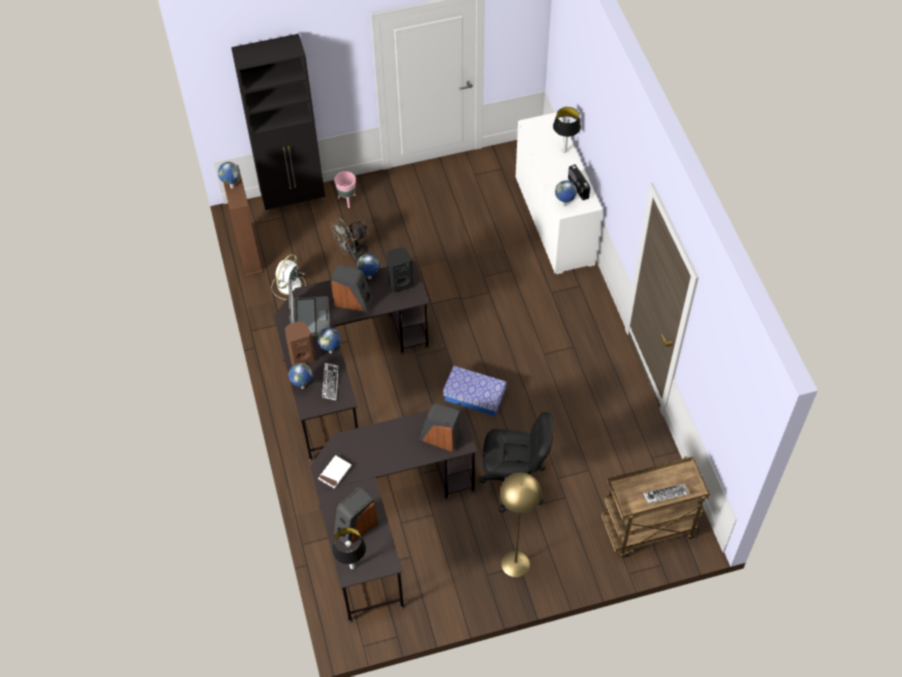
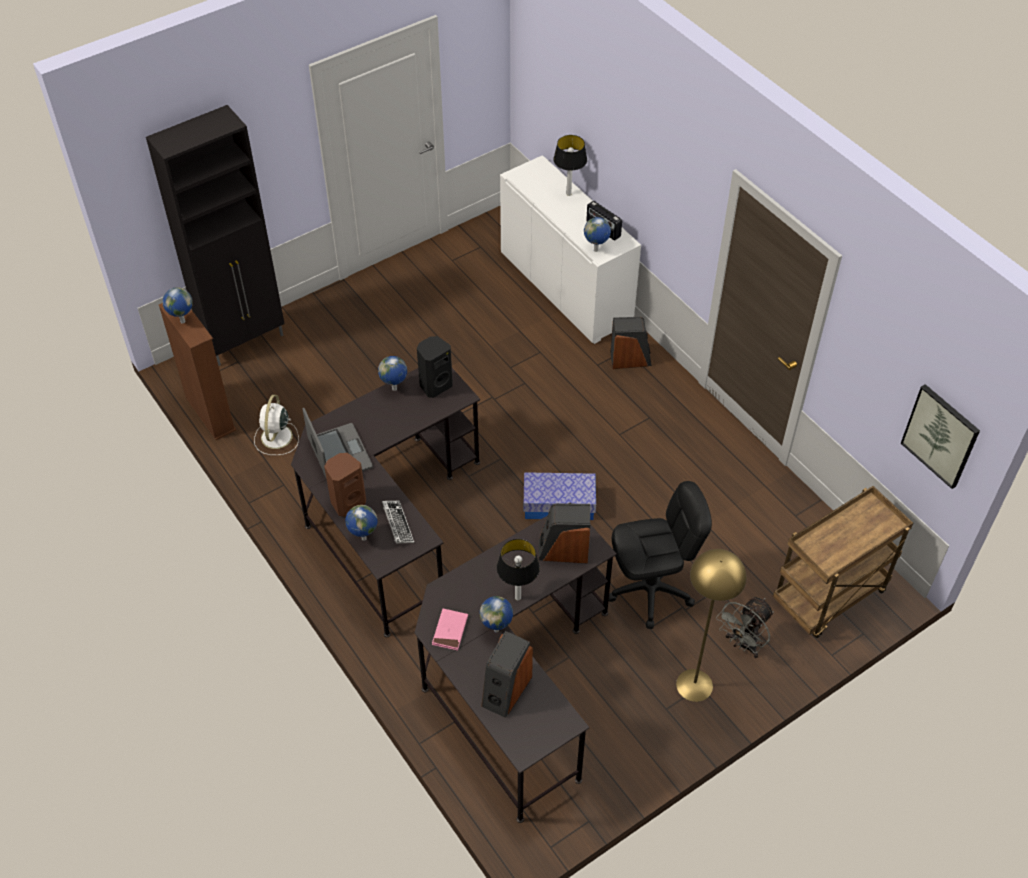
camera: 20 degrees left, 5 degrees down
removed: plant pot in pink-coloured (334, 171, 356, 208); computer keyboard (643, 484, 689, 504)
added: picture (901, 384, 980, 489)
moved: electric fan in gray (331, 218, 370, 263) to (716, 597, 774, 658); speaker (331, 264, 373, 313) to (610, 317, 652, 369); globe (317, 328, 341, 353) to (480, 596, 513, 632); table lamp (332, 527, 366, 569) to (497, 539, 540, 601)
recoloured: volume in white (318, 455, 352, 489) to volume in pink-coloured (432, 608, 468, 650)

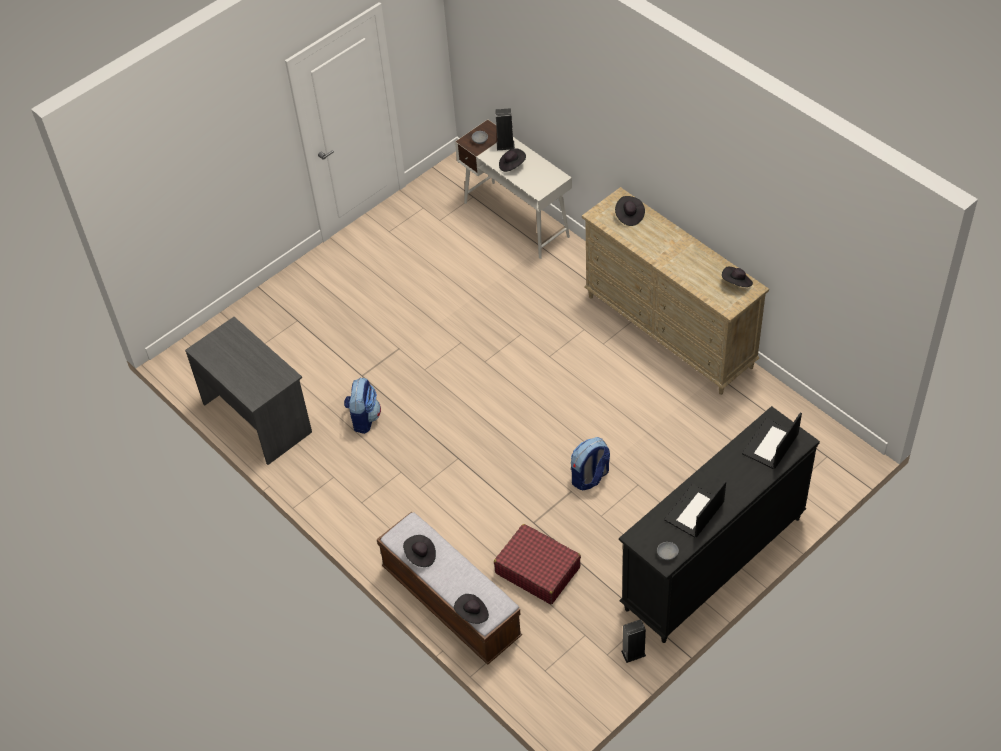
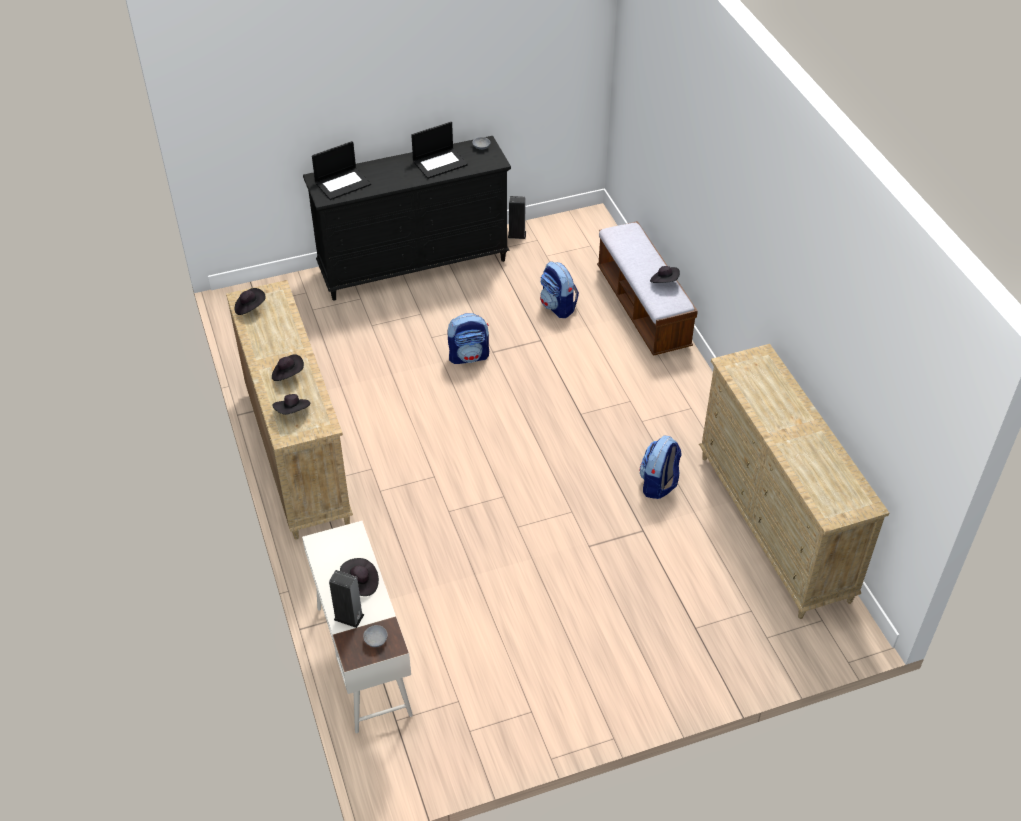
camera: 160 degrees left, 5 degrees down
moved: wearable hat in blackish (454, 594, 489, 624) to (272, 354, 304, 381)
replaced: desk in gray (185, 317, 312, 465) to dresser in beige (699, 344, 889, 619); piece of luggage in red (494, 524, 581, 604) to knapsack (540, 261, 579, 318)

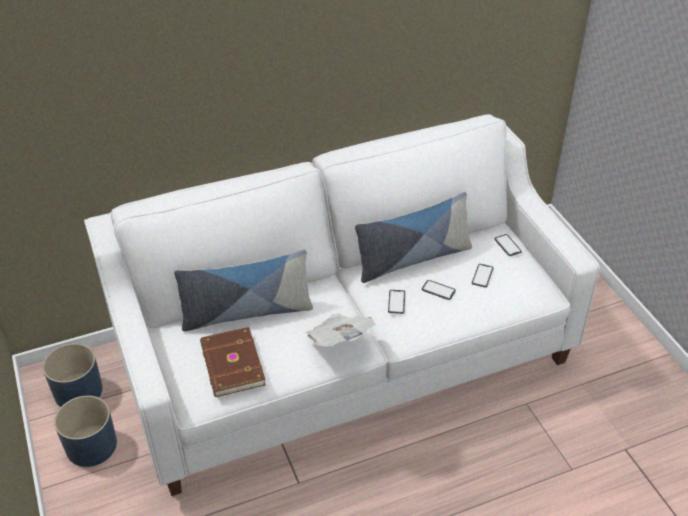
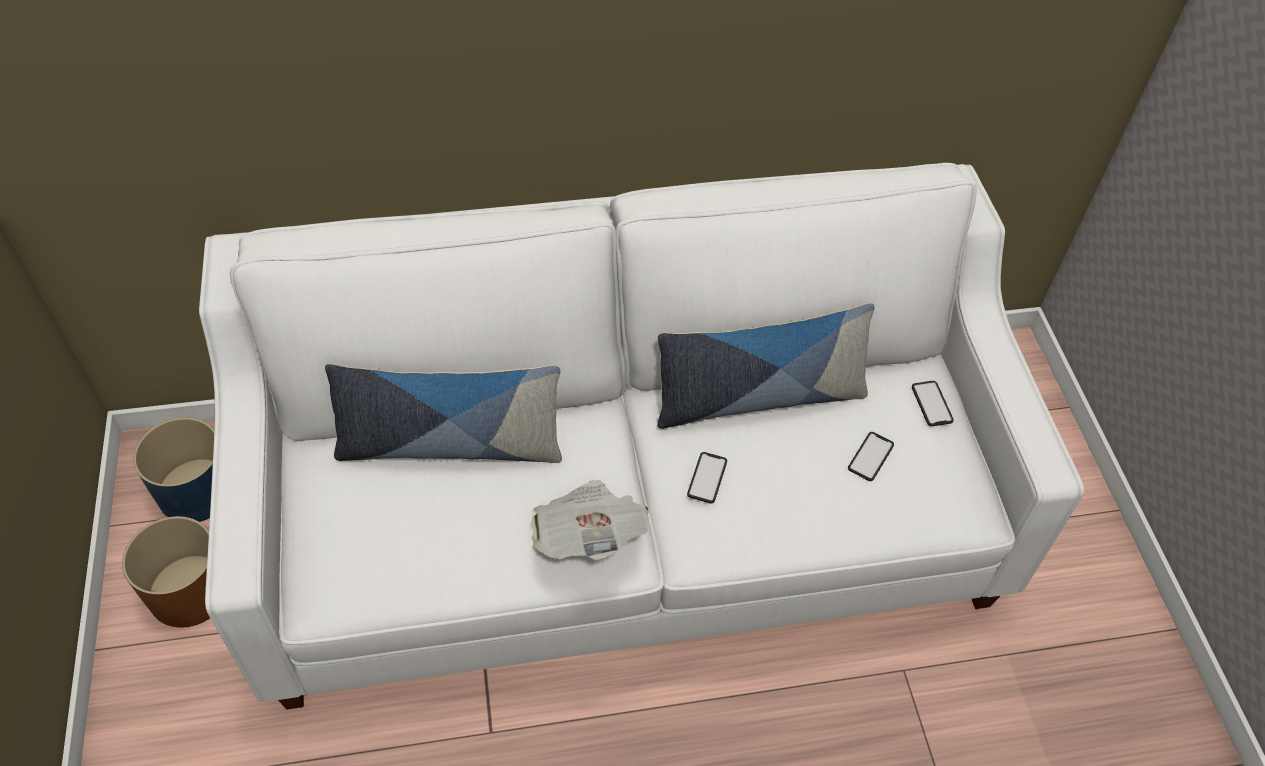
camera: 10 degrees right, 10 degrees up
removed: handset (422, 280, 456, 300); volume in brownish (200, 327, 266, 397)
recoloured: plant pot in blue (54, 396, 117, 467) to plant pot in brownish (122, 516, 210, 627)

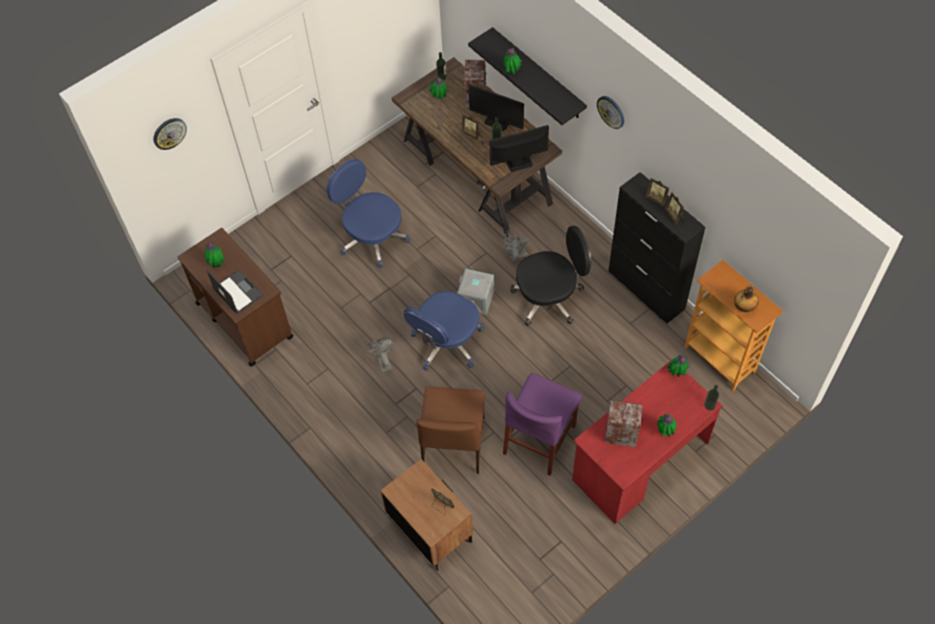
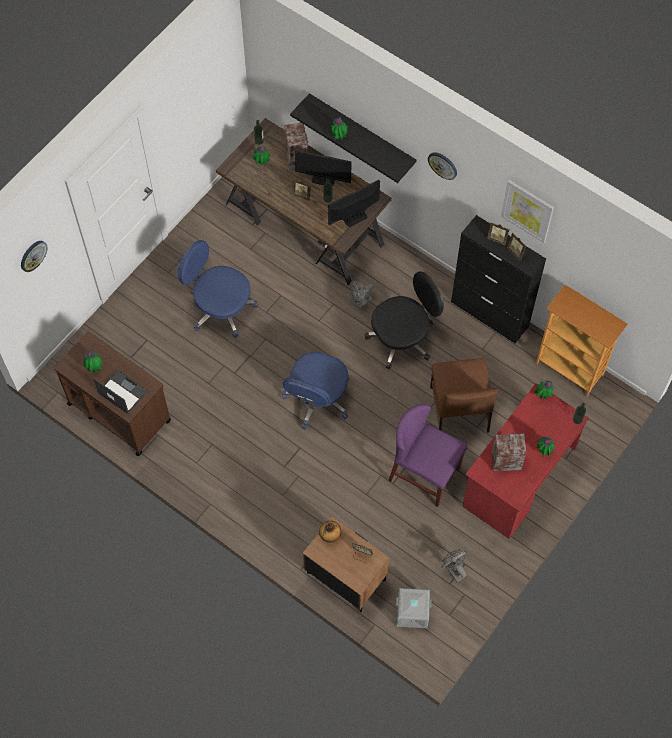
camera: 15 degrees left, 5 degrees up
added: picture (501, 180, 554, 243)
moved: storage container in gray (457, 269, 494, 315) to (396, 588, 432, 628); bottle (734, 286, 759, 312) to (319, 521, 341, 543); electric fan in gray (365, 337, 395, 373) to (441, 549, 467, 582); plain chair in brownish (416, 386, 485, 474) to (430, 358, 498, 433)
turned: plain chair in purple (503, 373, 582, 476) = (388, 404, 467, 507) 105 degrees clockwise

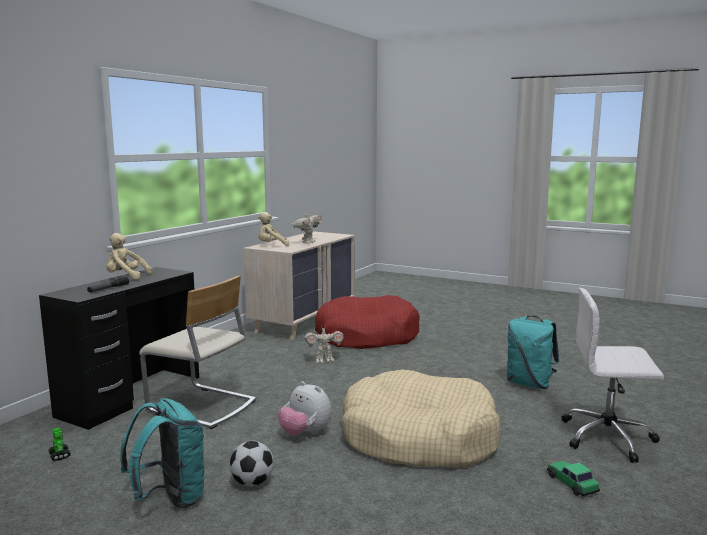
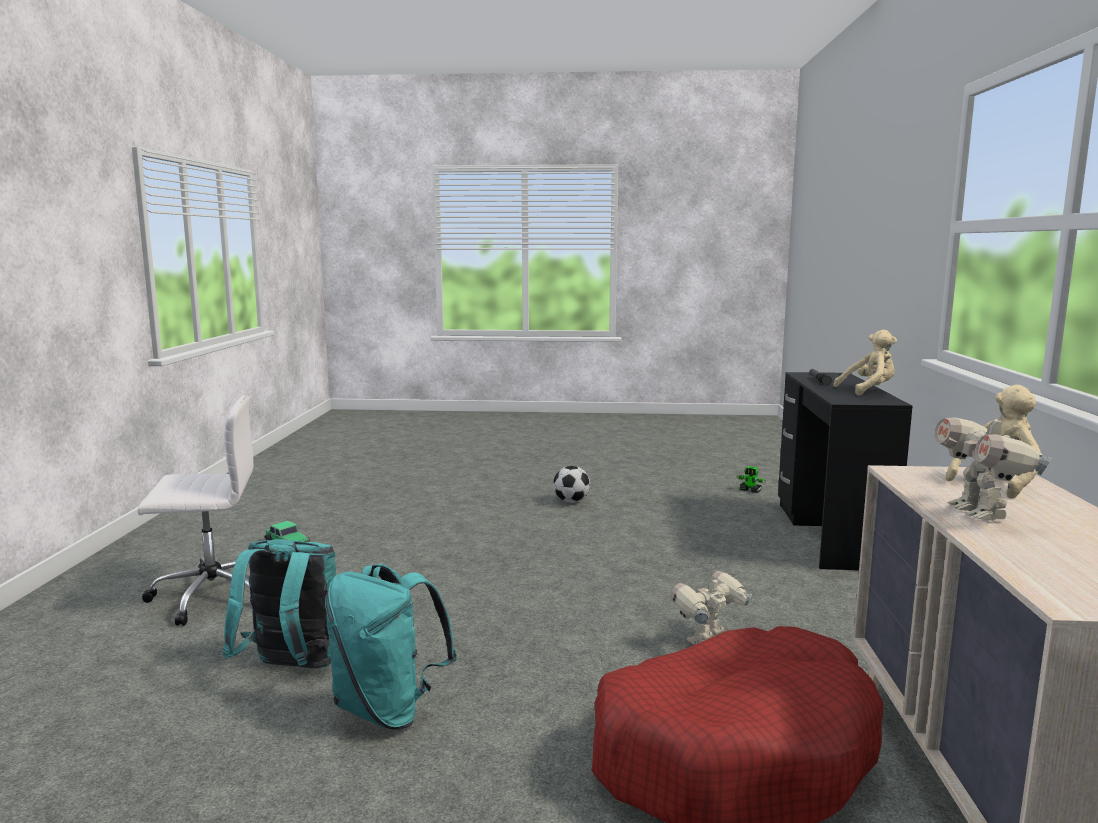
camera: 155 degrees right, 0 degrees up
removed: plain chair in beige (139, 276, 256, 429); dog bed in beige (342, 370, 500, 468); soft toy (278, 381, 332, 436)
moved: knapsack in blue-green (120, 398, 206, 509) to (325, 564, 457, 730)

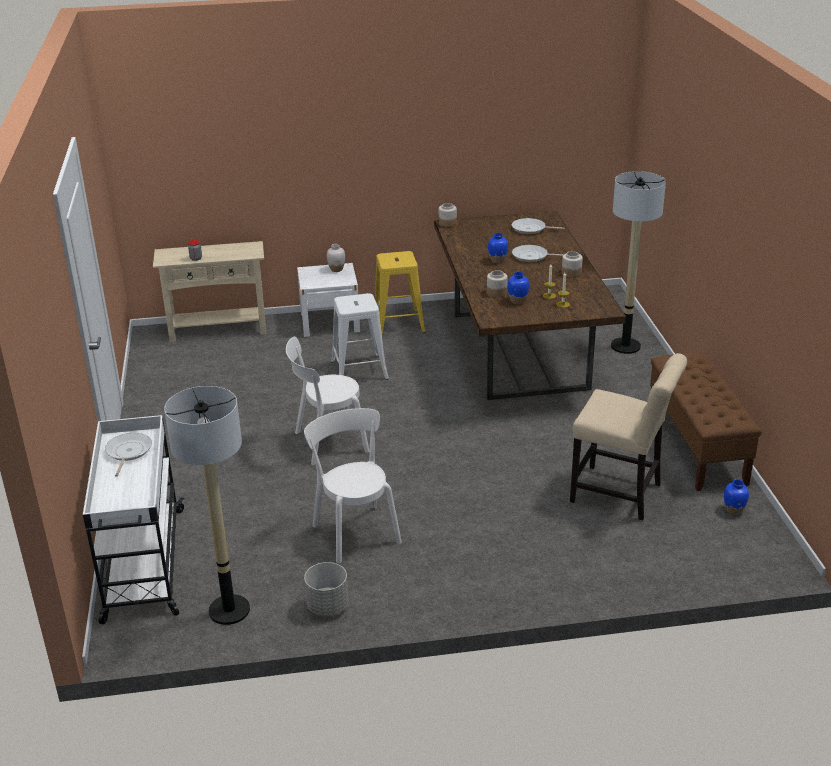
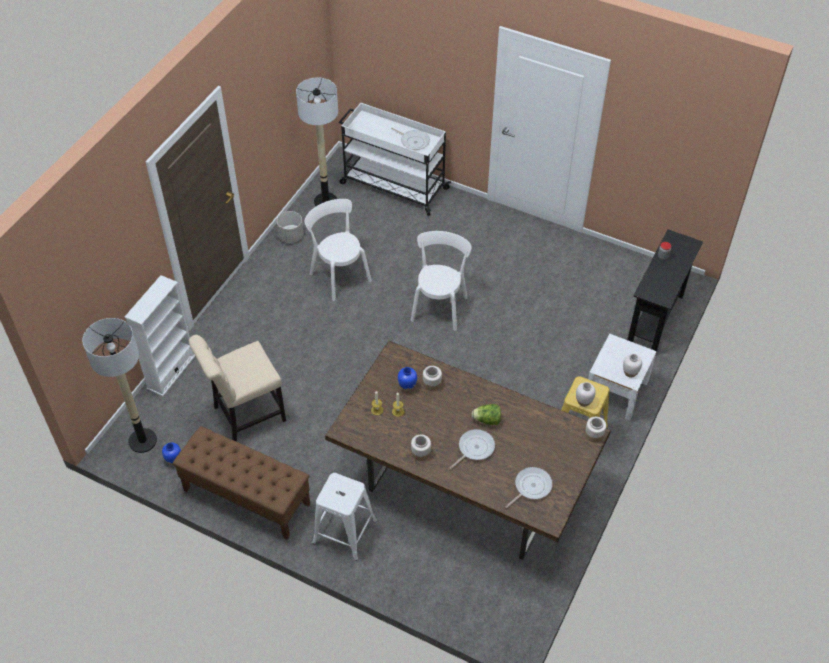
camera: 125 degrees right, 20 degrees up
added: bookshelf in white (125, 275, 195, 396); decorative vase in white (576, 382, 596, 407)
moved: standard lamp (611, 171, 666, 354) to (82, 318, 157, 453); stool seat in white (331, 293, 389, 380) to (312, 473, 377, 561)
replaced: decorative vase in blue (488, 233, 508, 264) to head of lettuce (472, 404, 501, 425)
recoloured: narrow table in beige (153, 241, 266, 343) to narrow table in blackish (627, 229, 703, 351)
turned: plain chair in white (304, 408, 402, 563) = (305, 199, 372, 301) 135 degrees counterclockwise

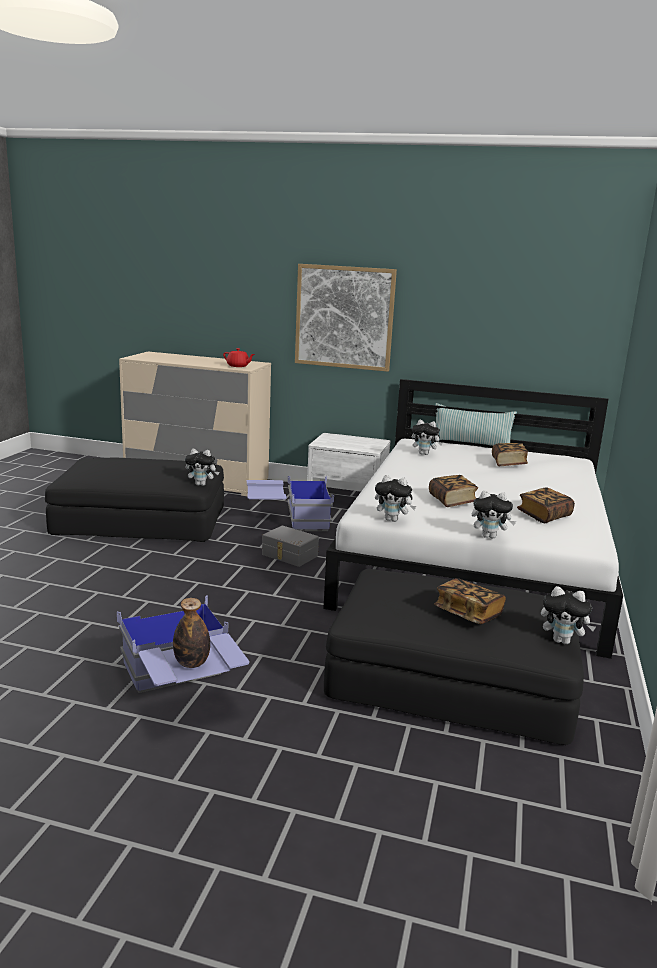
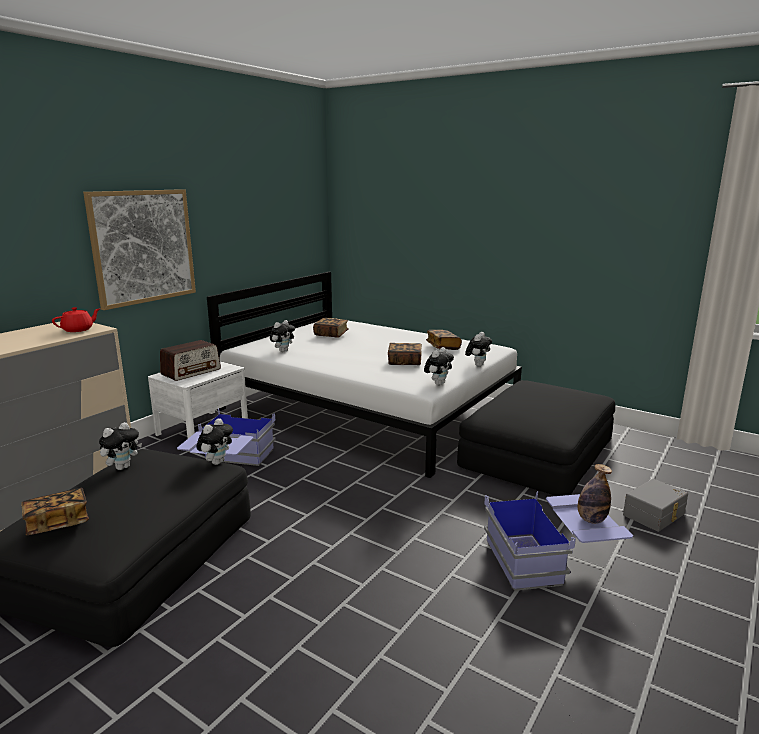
camera: 70 degrees left, 0 degrees up
removed: throw pillow (435, 403, 517, 446)
added: radio set (160, 340, 221, 381)
moved: storage container in gray (262, 525, 319, 567) to (623, 479, 688, 532); volume (434, 578, 506, 624) to (21, 488, 89, 535); soft toy (541, 586, 596, 644) to (99, 422, 142, 470)

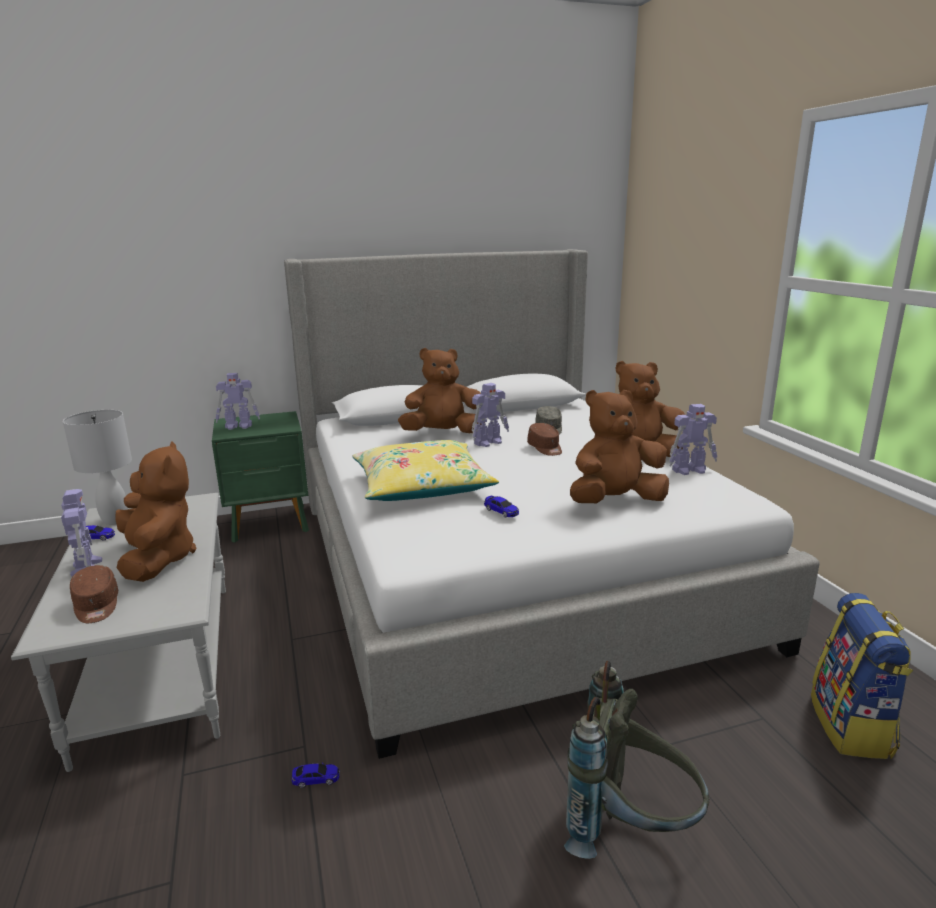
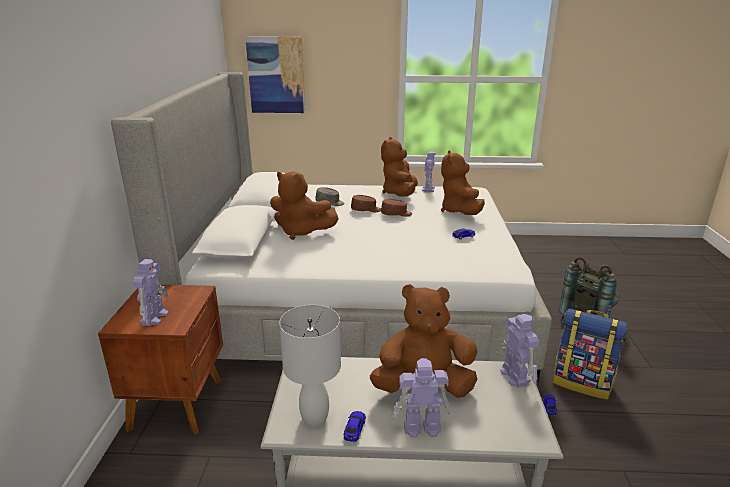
camera: 70 degrees left, 5 degrees up
removed: throw pillow in yellow (352, 440, 499, 501)
added: picture (245, 36, 305, 113)
moved: model robot (472, 383, 509, 447) to (500, 314, 539, 388); peaked cap in brownish (70, 565, 118, 623) to (381, 199, 412, 217); knapsack (811, 593, 913, 759) to (553, 309, 627, 400)
recoloured: nightstand in green (212, 411, 309, 543) to nightstand in brownish (98, 285, 223, 435)
turned: soft toy in brownish (398, 348, 485, 433) = (270, 171, 339, 240) 75 degrees counterclockwise

